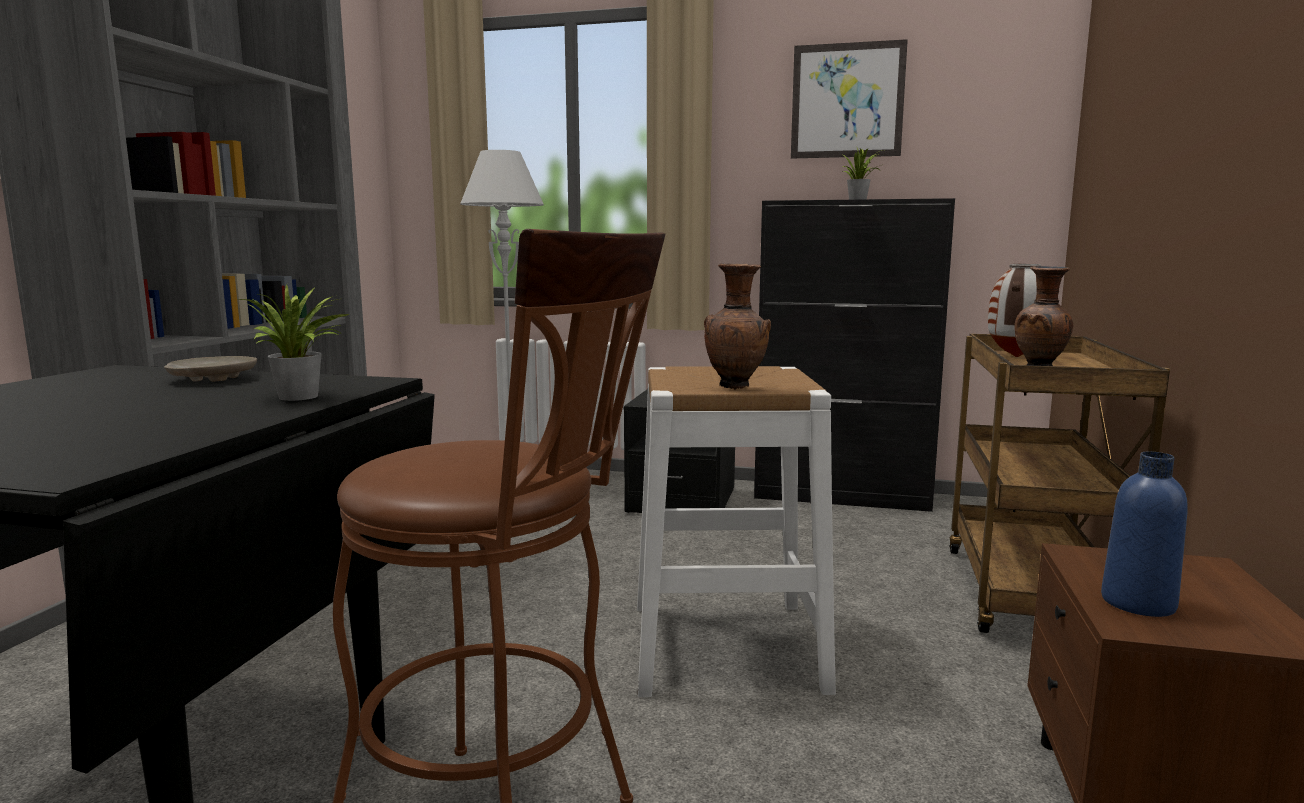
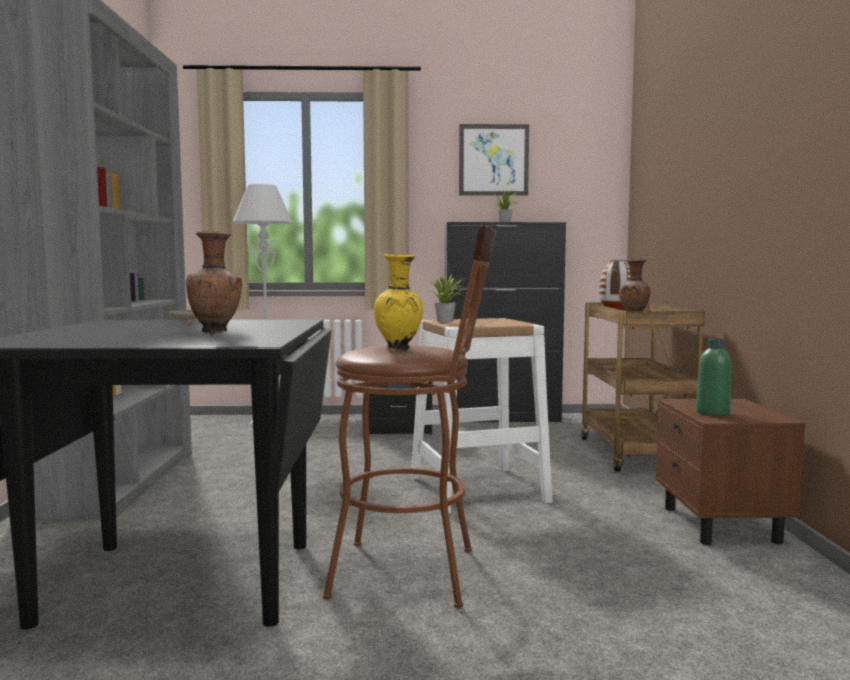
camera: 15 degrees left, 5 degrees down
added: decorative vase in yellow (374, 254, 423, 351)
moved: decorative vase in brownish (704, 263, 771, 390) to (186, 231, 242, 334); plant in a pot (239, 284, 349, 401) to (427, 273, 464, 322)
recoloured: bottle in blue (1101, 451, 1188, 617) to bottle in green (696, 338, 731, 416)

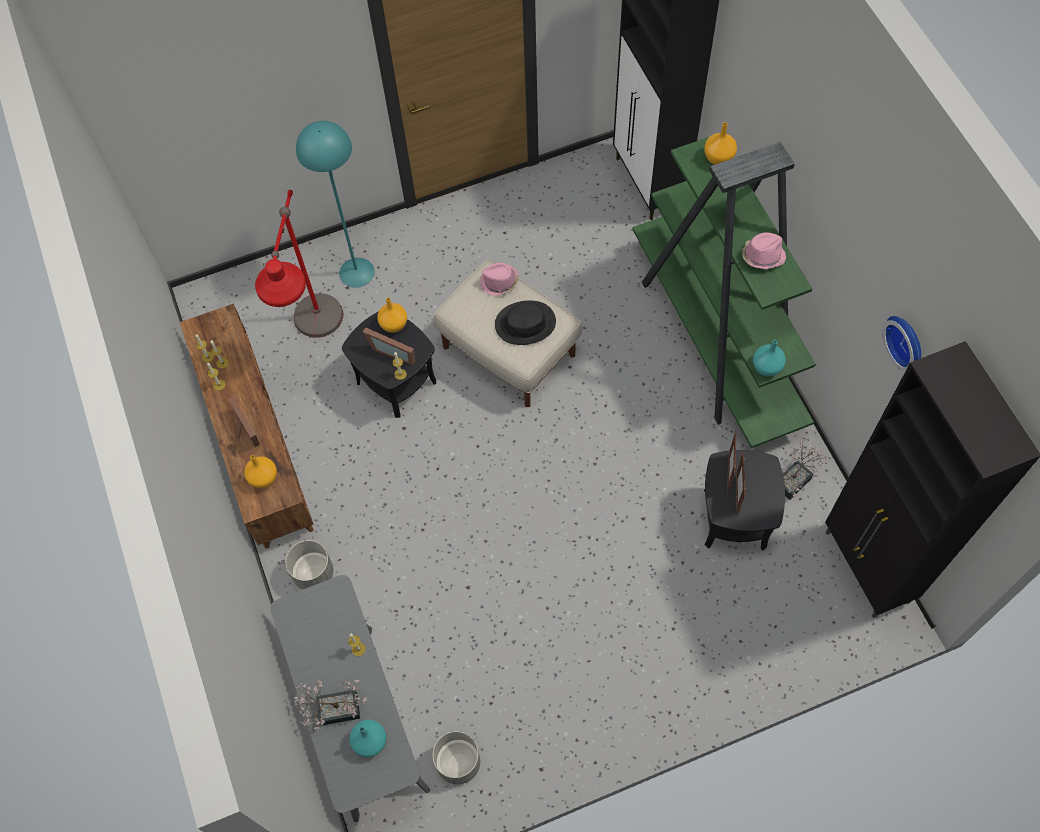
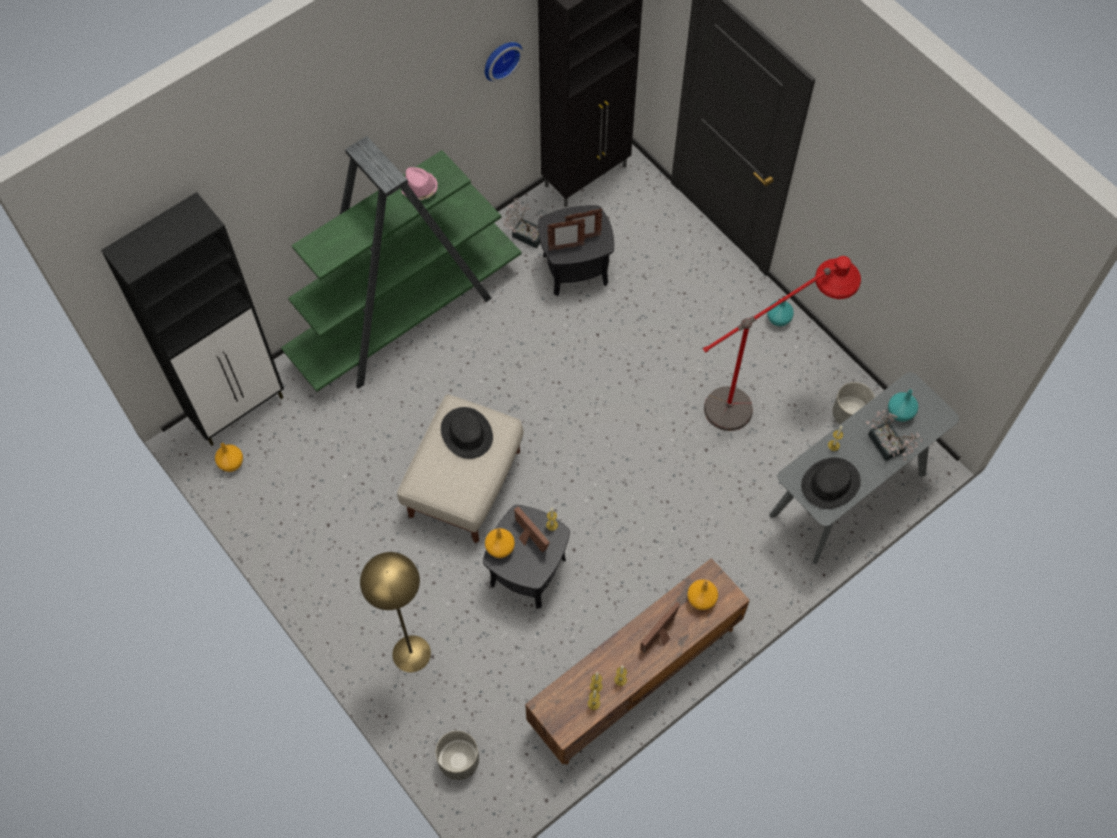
camera: 110 degrees left, 0 degrees up
removed: wearable hat in pink-coloured (479, 262, 519, 296)
added: wearable hat in blackish (801, 457, 861, 509)
moved: decorative vase in orange-coloured (704, 122, 737, 165) to (215, 443, 243, 472); standard lamp in red (255, 189, 343, 338) to (703, 256, 861, 431); decorative vase in blue-green (753, 340, 786, 377) to (767, 300, 794, 326); plant pot in gray (285, 540, 333, 590) to (436, 731, 479, 780)
recoloured: standard lamp in blue-green (296, 121, 375, 288) to standard lamp in yellow (360, 552, 431, 672)
turned: picture frame (363, 327, 415, 365) = (514, 506, 550, 552) 45 degrees counterclockwise

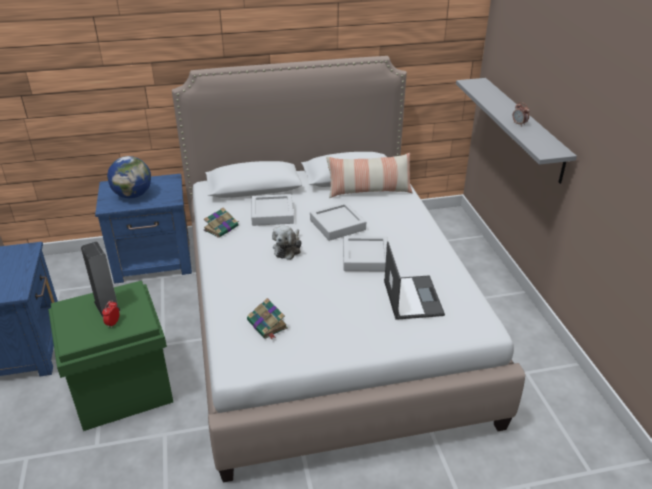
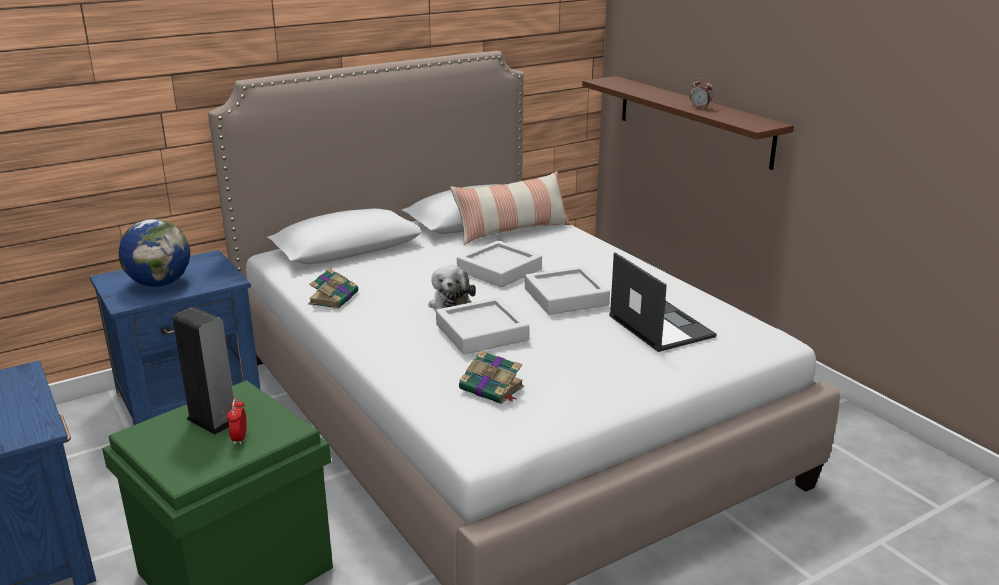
camera: 20 degrees left, 10 degrees down
moved: carrying tray in gray (251, 194, 294, 226) to (436, 297, 529, 355)
recoloured: bracket shelf in gray (456, 78, 577, 184) to bracket shelf in brownish (582, 76, 794, 170)

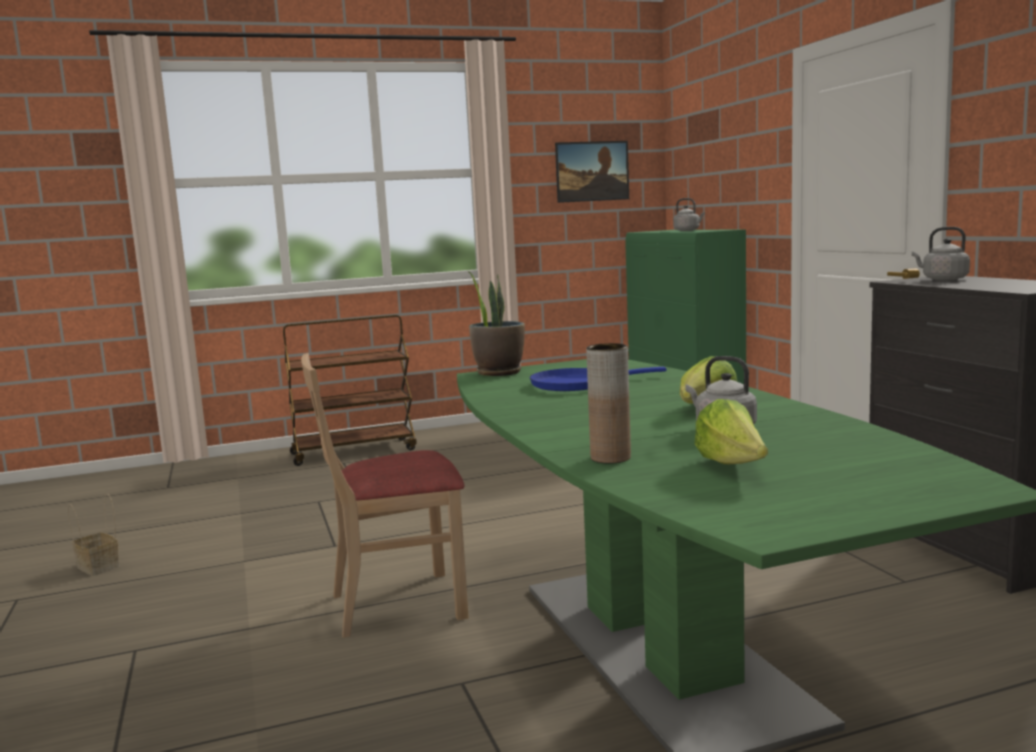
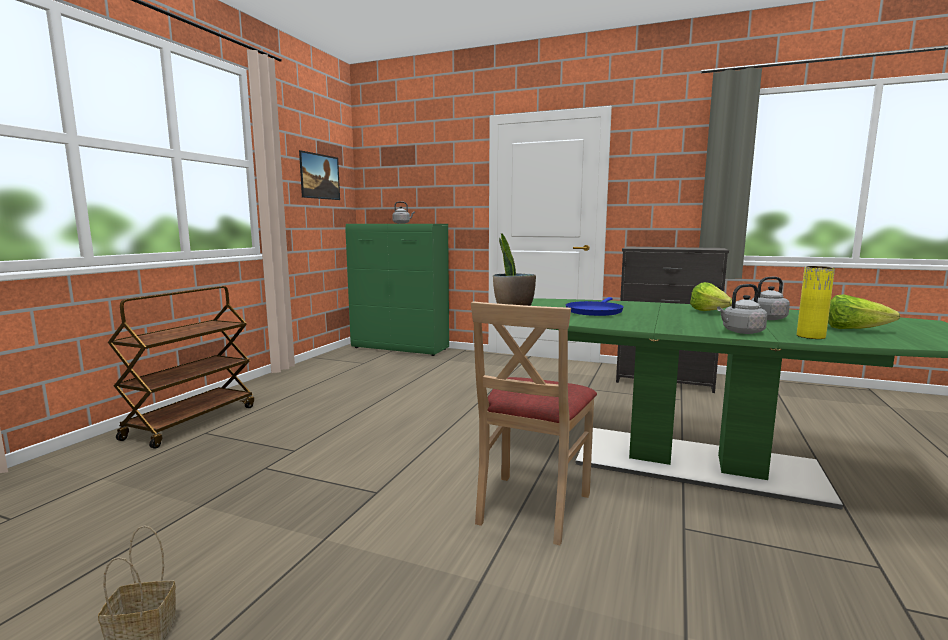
camera: 50 degrees left, 0 degrees up
moved: tea kettle in gray (912, 227, 970, 280) to (717, 284, 767, 334)
recoloured: decorative vase in brownish (586, 343, 631, 464) to decorative vase in yellow (797, 266, 835, 339)

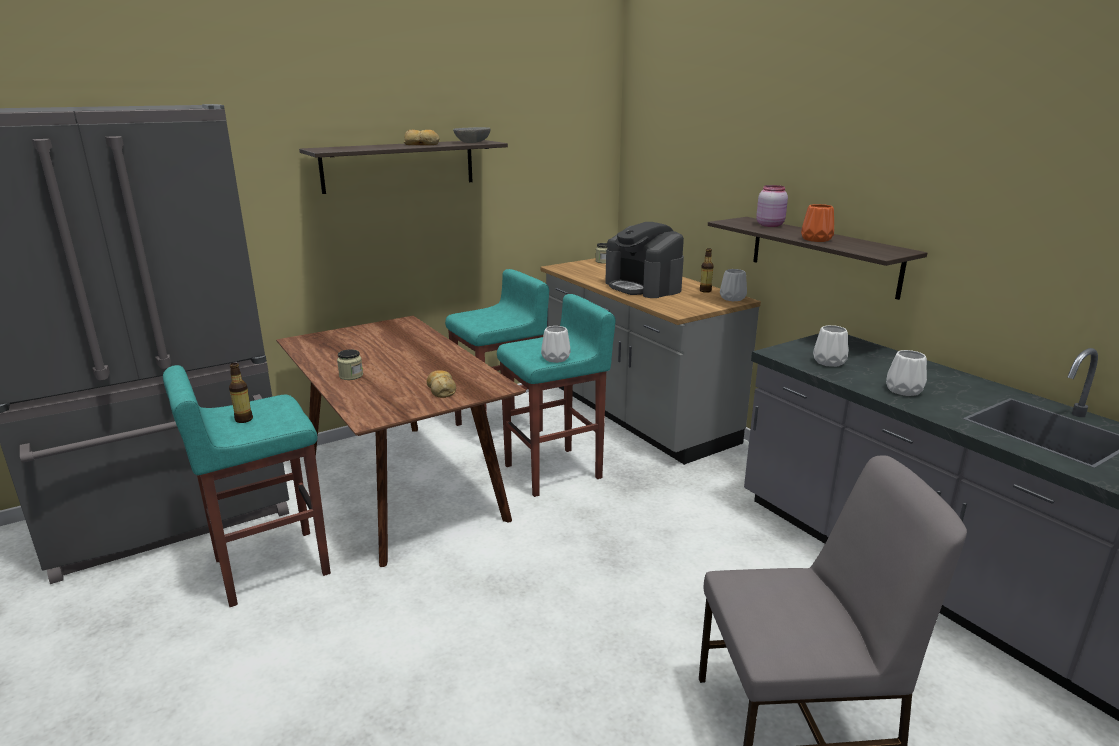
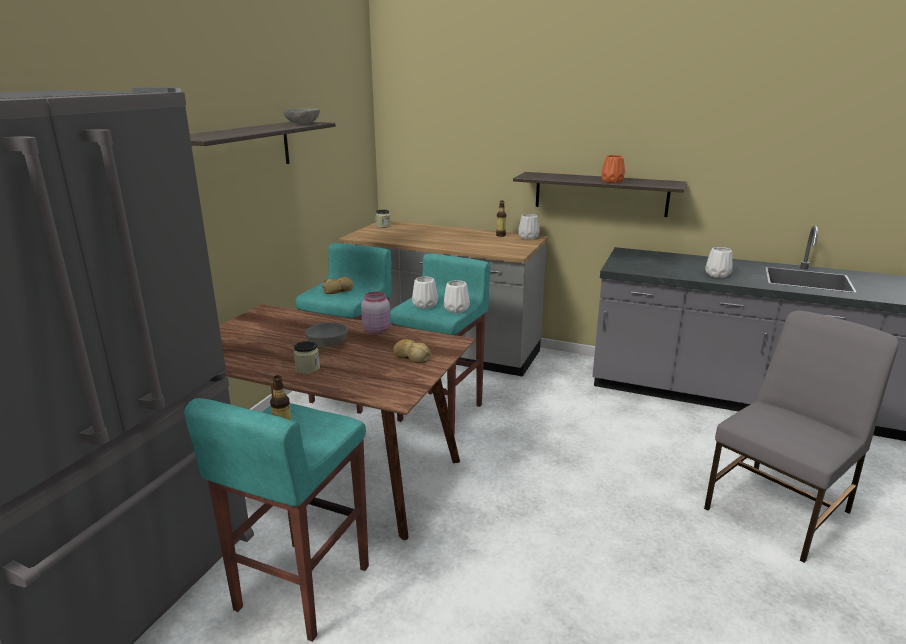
camera: 35 degrees left, 0 degrees up
removed: coffee maker (605, 222, 684, 298)
added: deep dish in gray (305, 322, 348, 347)
moved: bread (404, 130, 440, 145) to (322, 277, 354, 294); storage jar in pink-coloured (756, 185, 788, 227) to (361, 292, 390, 334); decorative vase in white (813, 325, 848, 367) to (412, 277, 438, 309)

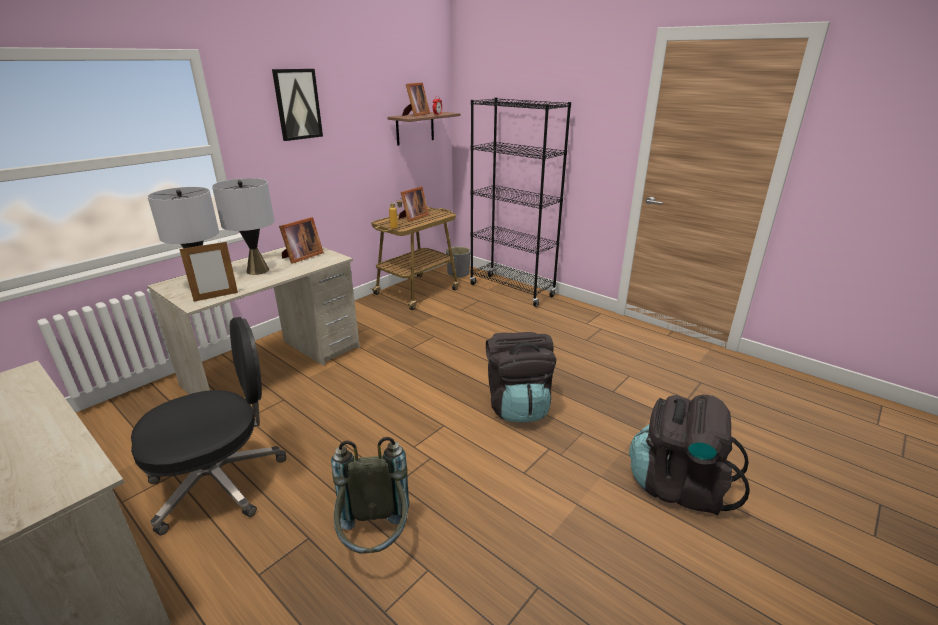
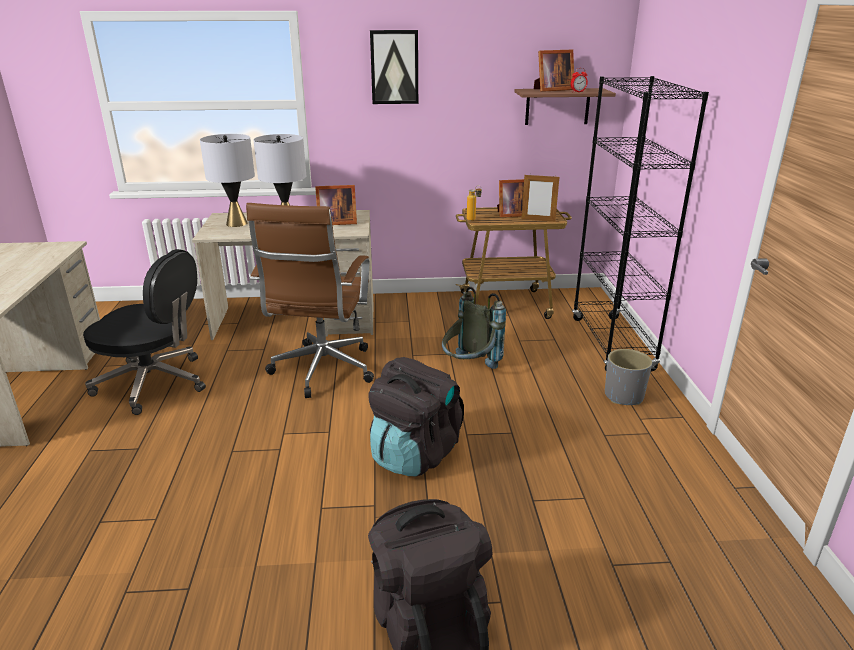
camera: 45 degrees right, 0 degrees up
added: computer chair in brownish (246, 203, 374, 398)
moved: picture frame (179, 241, 238, 302) to (522, 173, 559, 222); plant pot in gray (446, 247, 470, 278) to (605, 349, 652, 405); knapsack in gray (331, 437, 409, 554) to (442, 287, 506, 369)

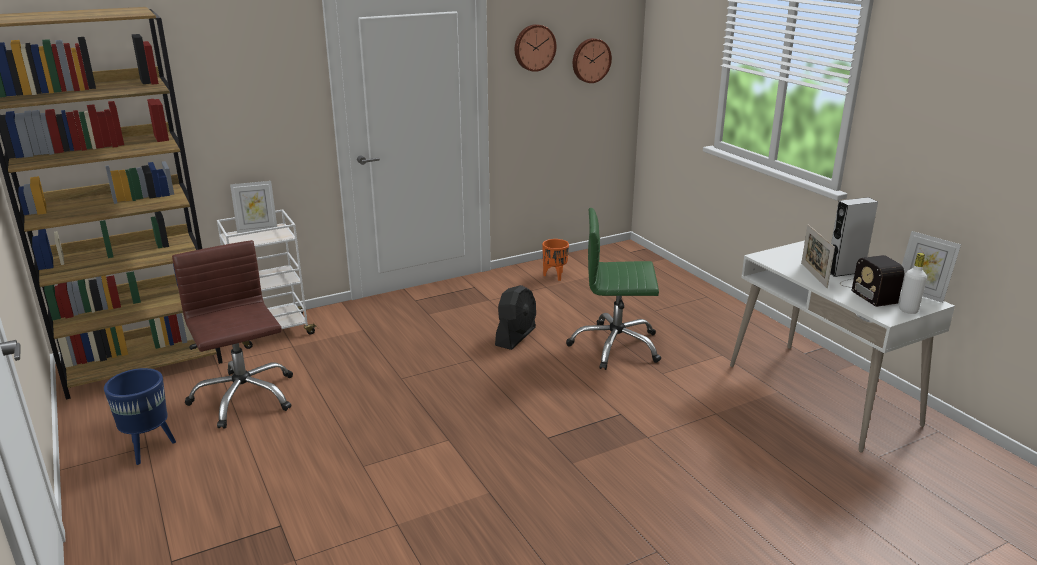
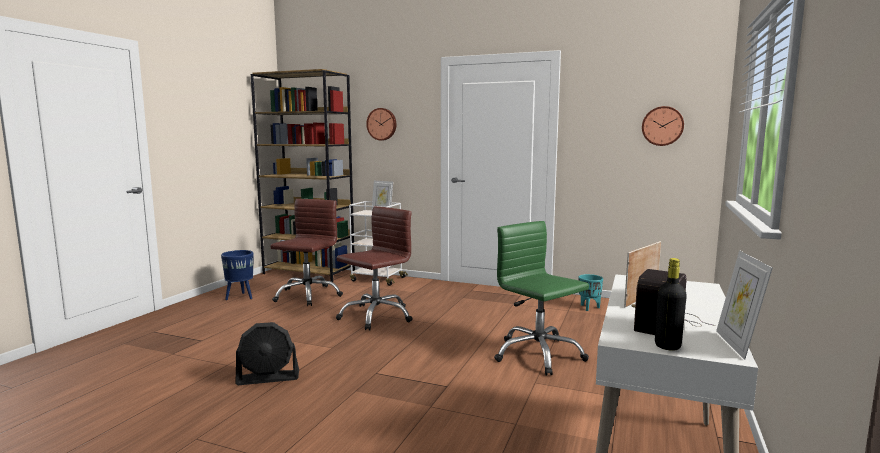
camera: 50 degrees right, 15 degrees down
removed: speaker in gray (830, 197, 878, 277)
added: computer chair in brownish (336, 206, 413, 330)
moved: hanging clock (515, 24, 556, 72) to (366, 108, 397, 141); electric fan in blackish (495, 285, 536, 350) to (235, 322, 299, 385)
recoloured: plant pot in orange-coloured (542, 239, 569, 281) to plant pot in blue-green (579, 274, 603, 311); bottle in white (899, 253, 927, 314) to bottle in blackish (655, 258, 687, 351)

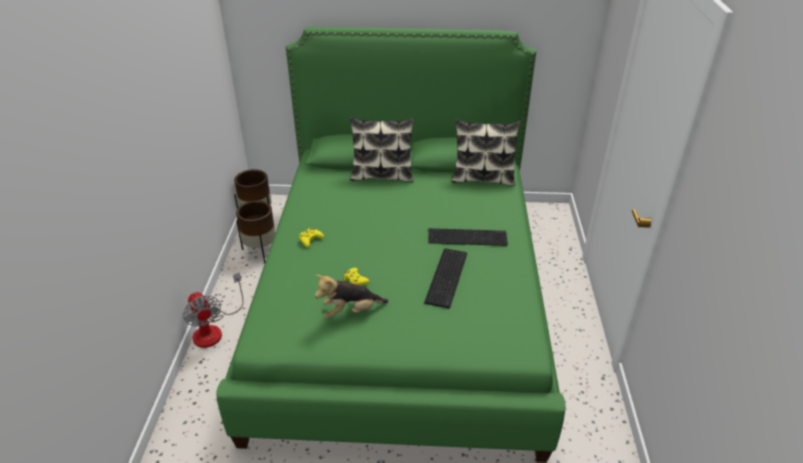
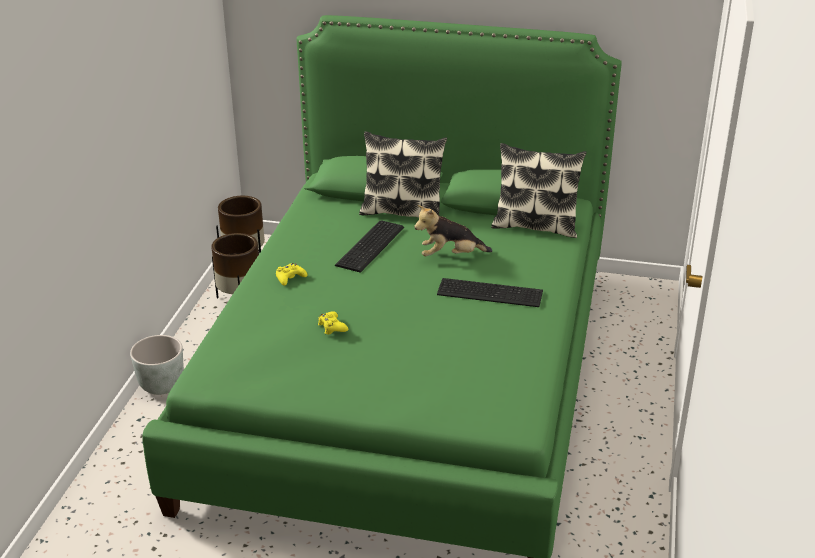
camera: 10 degrees right, 5 degrees down
moved: computer keyboard (424, 248, 467, 309) to (335, 220, 404, 273); soft toy (315, 275, 388, 318) to (414, 205, 492, 256)
replaced: electric fan (183, 273, 243, 348) to plant pot in gray (130, 335, 184, 395)

